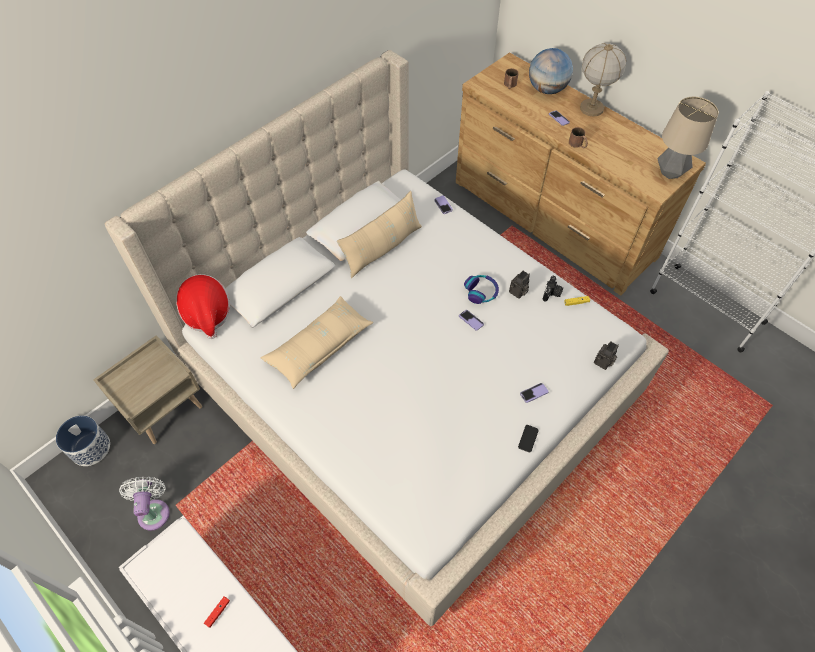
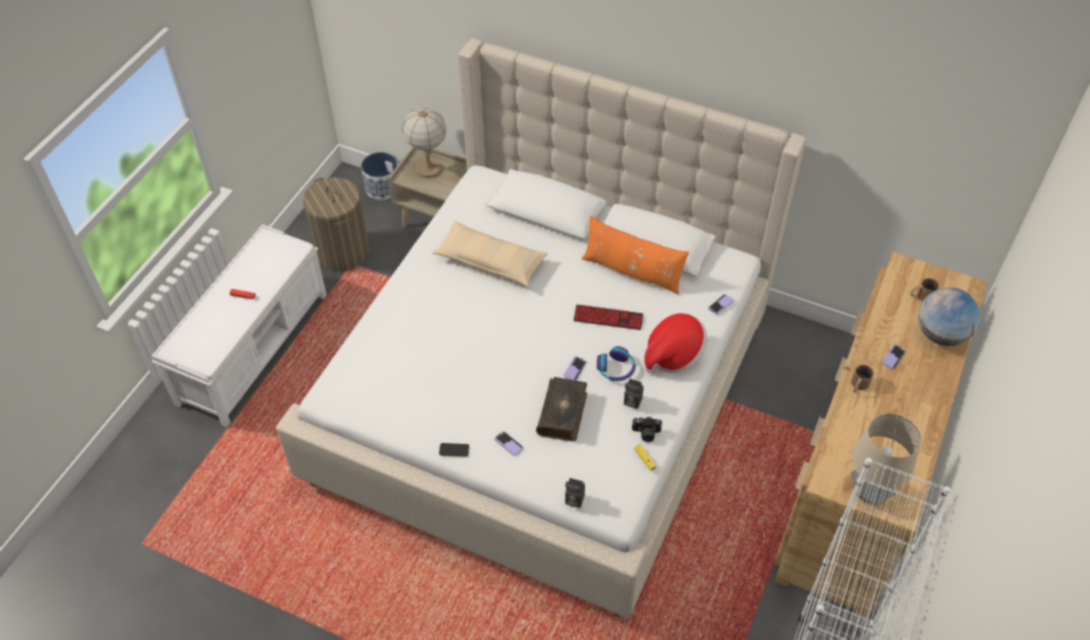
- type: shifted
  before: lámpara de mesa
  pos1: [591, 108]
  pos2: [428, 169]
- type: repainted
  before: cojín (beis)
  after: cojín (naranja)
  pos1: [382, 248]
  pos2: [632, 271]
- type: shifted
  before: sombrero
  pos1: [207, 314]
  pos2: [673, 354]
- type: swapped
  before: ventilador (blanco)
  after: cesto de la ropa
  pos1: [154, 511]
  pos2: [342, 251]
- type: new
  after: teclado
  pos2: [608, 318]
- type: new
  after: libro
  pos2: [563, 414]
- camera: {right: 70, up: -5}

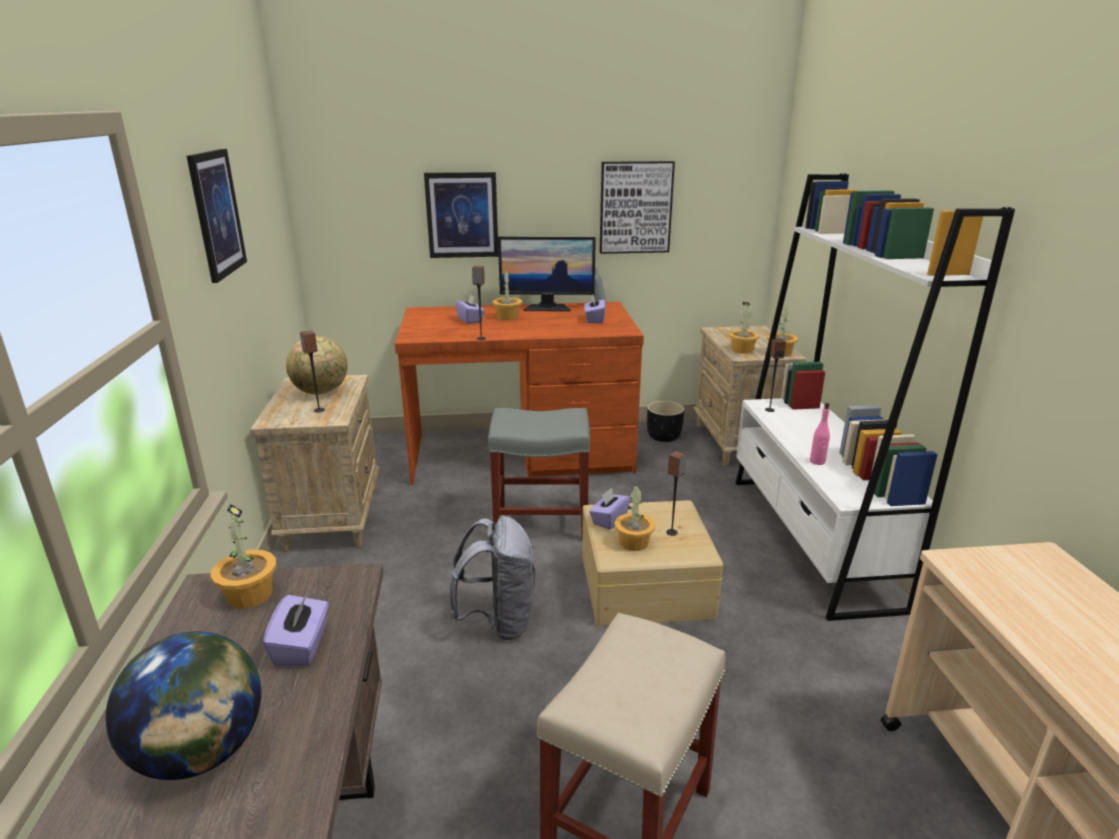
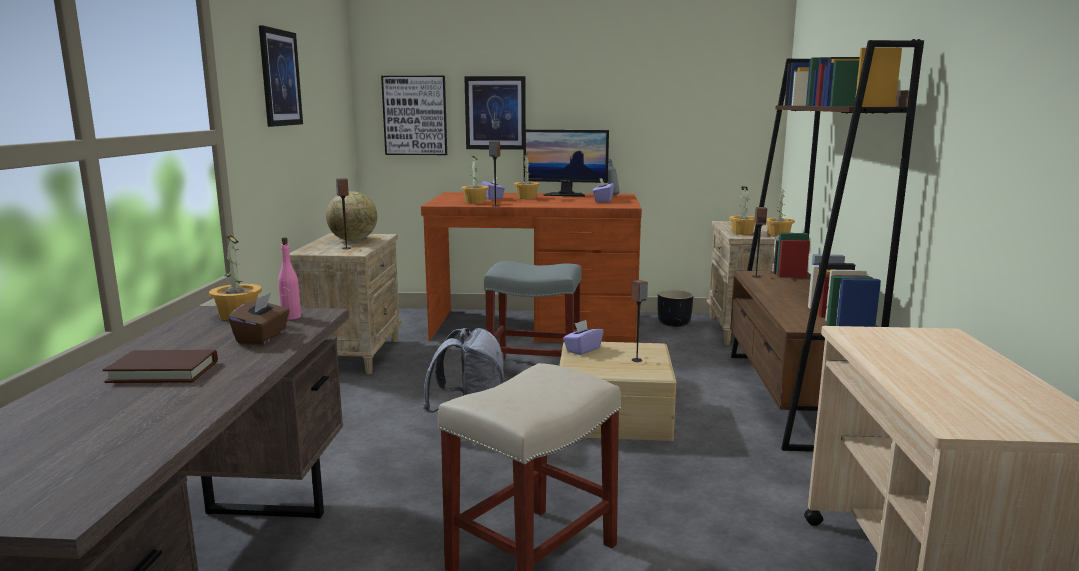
- type: shifted
  before: cuadro
  pos1: [635, 207]
  pos2: [415, 115]
- type: repainted
  before: estantería (blanco)
  after: estantería (marrón)
  pos1: [811, 540]
  pos2: [790, 397]
- type: shifted
  before: botella (rosa)
  pos1: [817, 462]
  pos2: [291, 317]
- type: shifted
  before: planta en maceta
  pos1: [633, 542]
  pos2: [474, 202]
- type: repainted
  before: caja de pañuelos (morado)
  after: caja de pañuelos (marrón)
  pos1: [302, 647]
  pos2: [262, 337]
- type: swapped
  before: globo terráqueo
  after: libro (marrón)
  pos1: [201, 753]
  pos2: [163, 371]
- camera: {right: 10, up: -10}

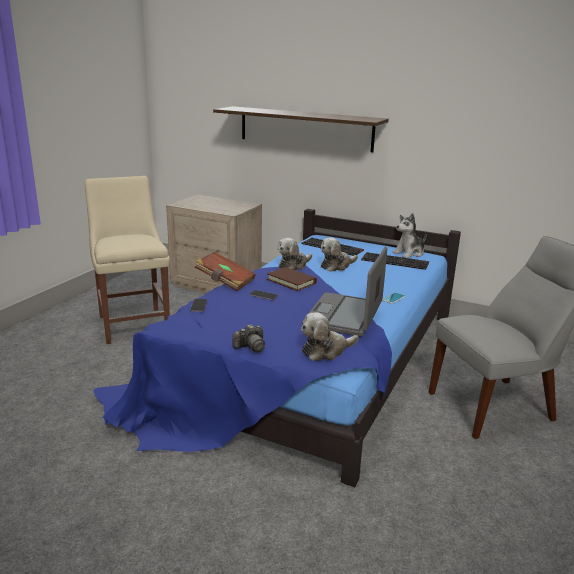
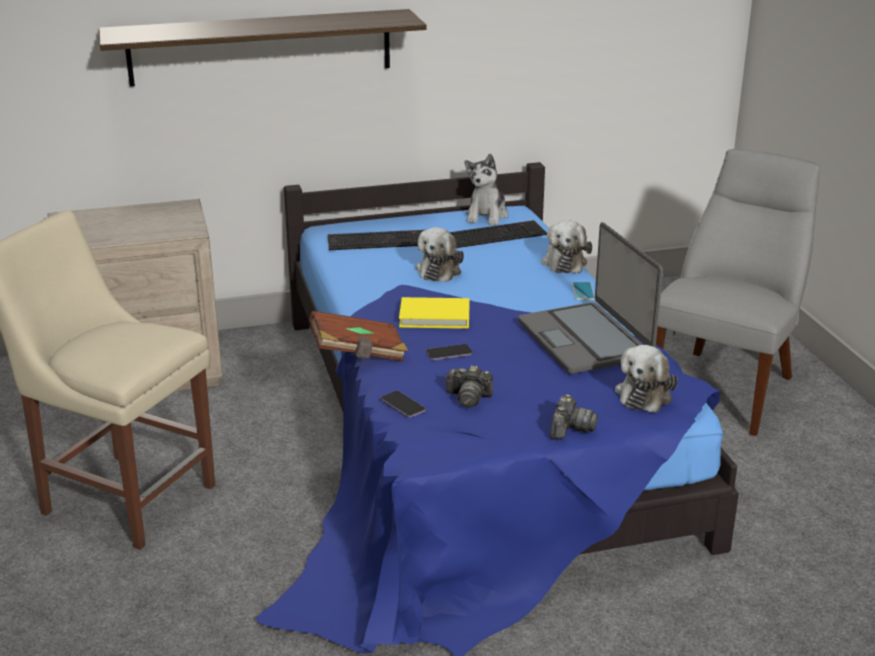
- type: shifted
  before: peluche
  pos1: [293, 266]
  pos2: [564, 262]
- type: repainted
  before: libro (marrón)
  after: libro (amarillo)
  pos1: [291, 281]
  pos2: [434, 317]
- type: new
  after: cámara
  pos2: [469, 398]
- camera: {right: -40, up: 5}

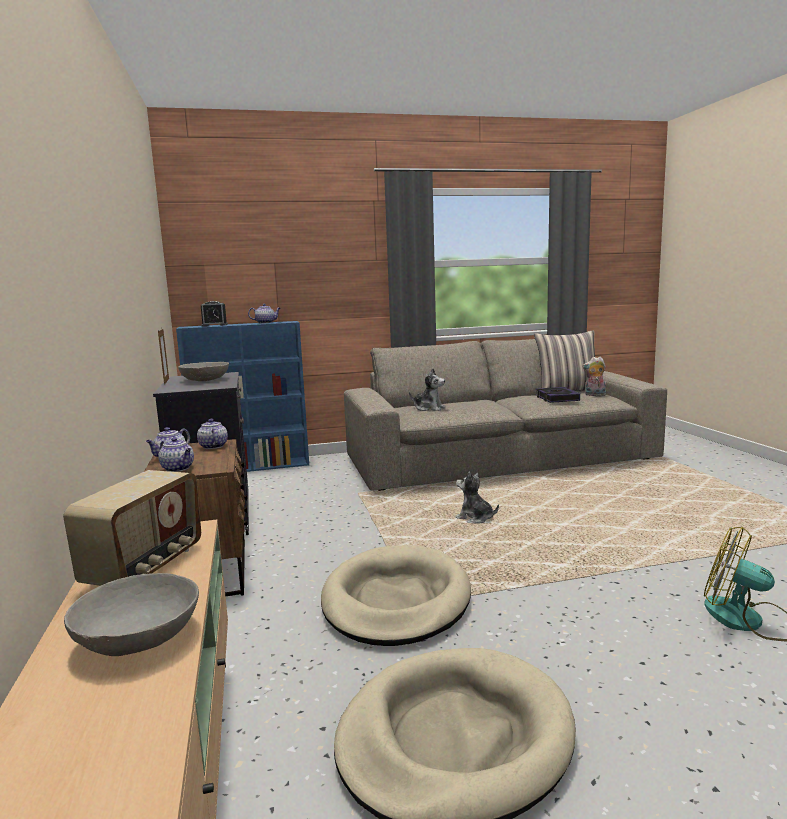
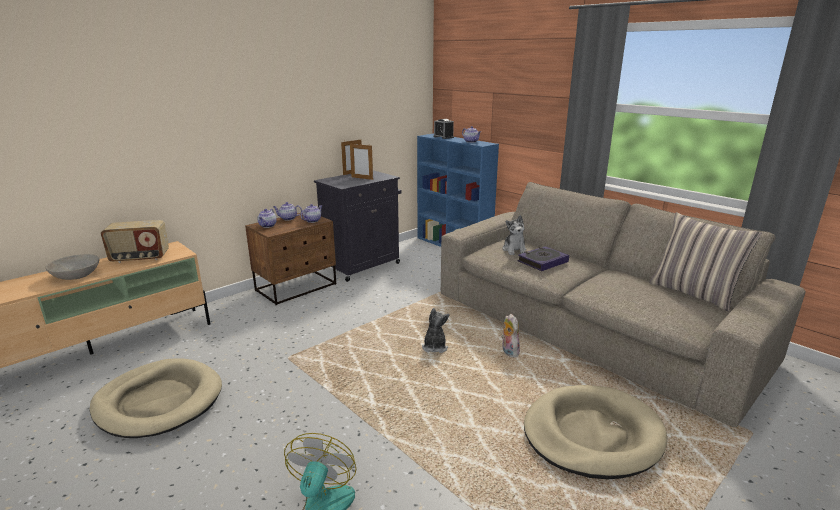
- type: shifted
  before: peluche
  pos1: [594, 395]
  pos2: [508, 352]
- type: swapped
  before: cuenco (gris)
  after: portarretratos
  pos1: [205, 380]
  pos2: [362, 178]
- type: shifted
  before: libro
  pos1: [556, 398]
  pos2: [542, 261]
- type: shifted
  before: cama para perro (beis)
  pos1: [396, 600]
  pos2: [591, 434]
- camera: {right: 60, up: 10}

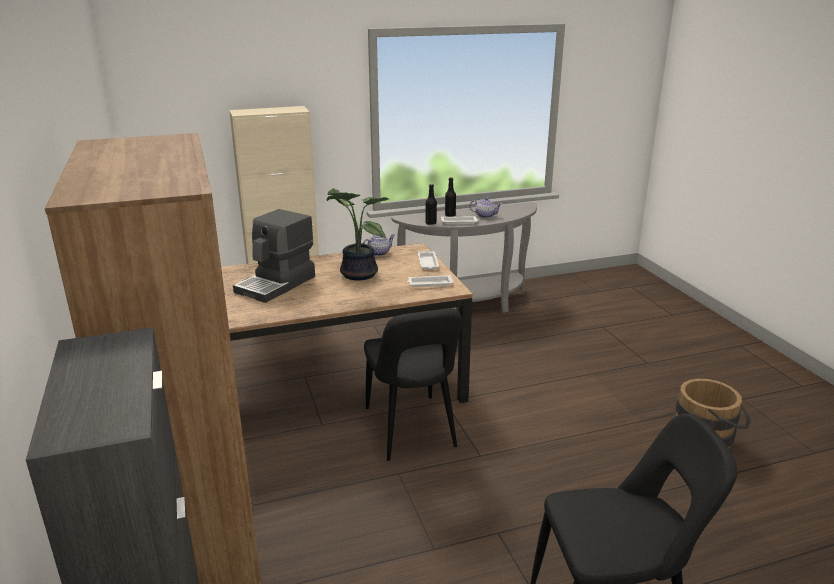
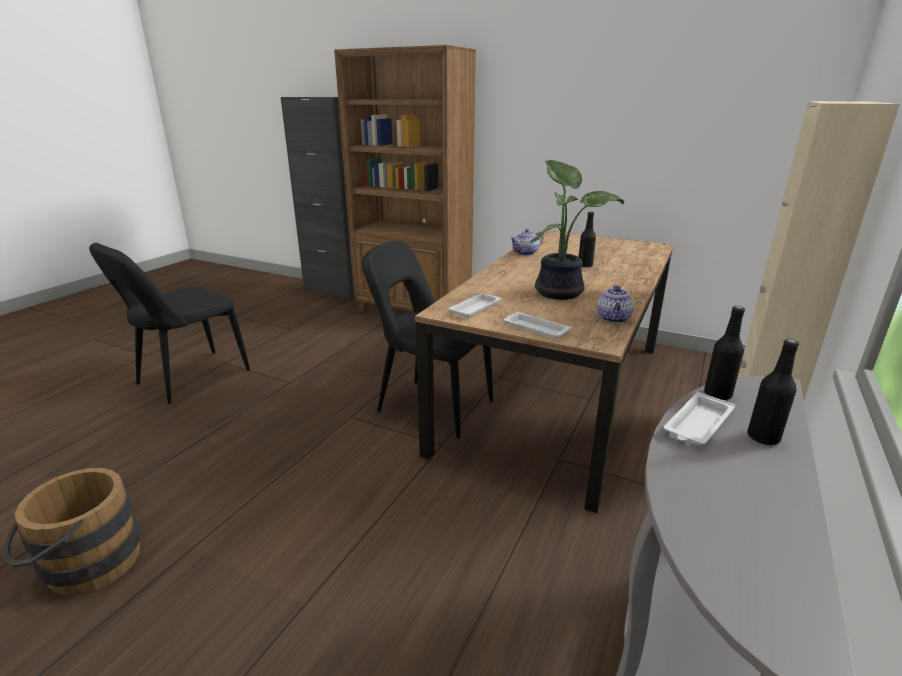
- type: shifted
  before: tetera
  pos1: [485, 216]
  pos2: [526, 253]
- type: swapped
  before: cafetera
  after: botella (negro)
  pos1: [277, 284]
  pos2: [585, 265]
- camera: {right: 135, up: 0}

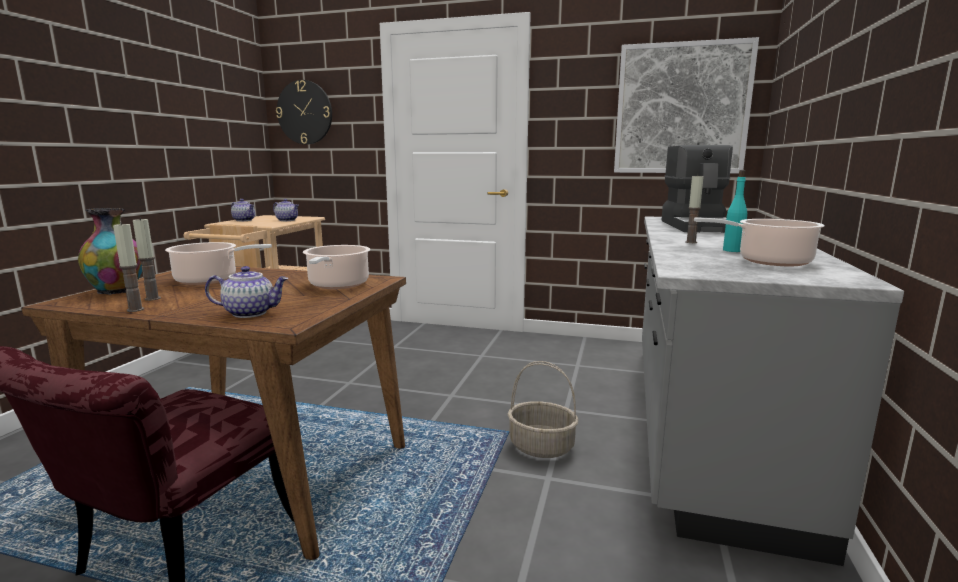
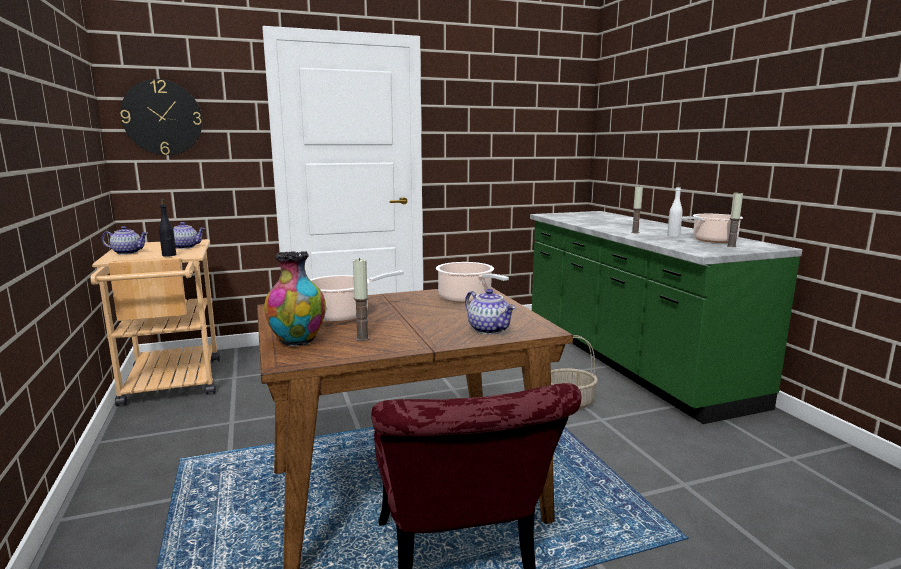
- type: gone
  before: cuadro
  pos1: [681, 109]
- type: gone
  before: cafetera
  pos1: [698, 226]
- type: repainted
  before: botella (turquesa)
  after: botella (blanco)
  pos1: [732, 250]
  pos2: [673, 235]
- type: repainted
  before: mueble bajo de cocina (gris)
  after: mueble bajo de cocina (verde)
  pos1: [703, 422]
  pos2: [628, 360]
- type: shifted
  before: vela
  pos1: [135, 309]
  pos2: [731, 246]
- type: rotated
  before: tetera
  pos1: [251, 313]
  pos2: [490, 329]
  turn: 90
- type: new
  after: botella (negro)
  pos2: [169, 255]
- camera: {right: -35, up: 0}

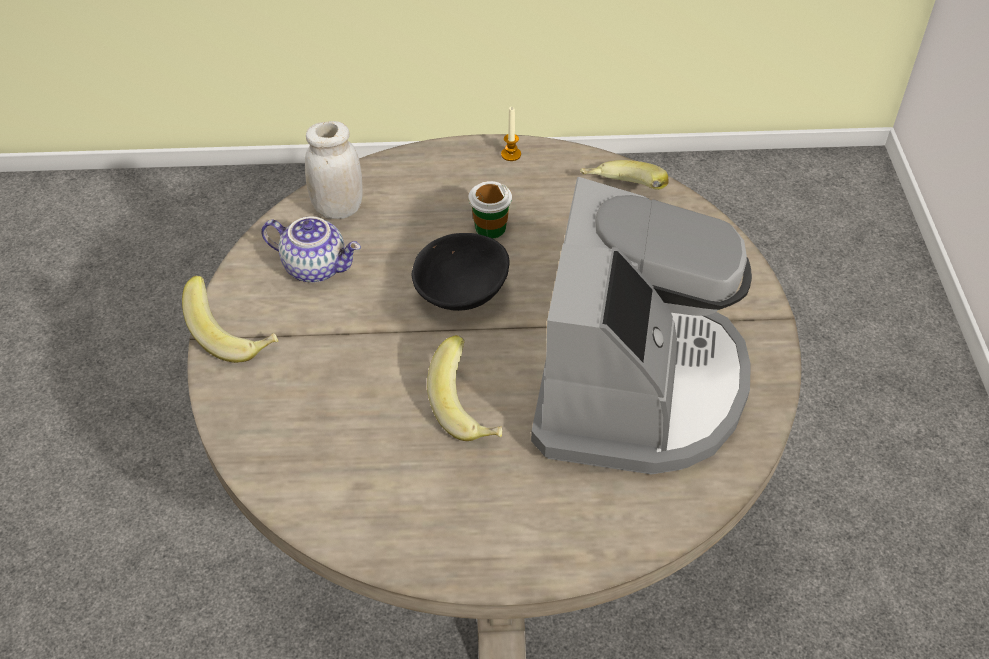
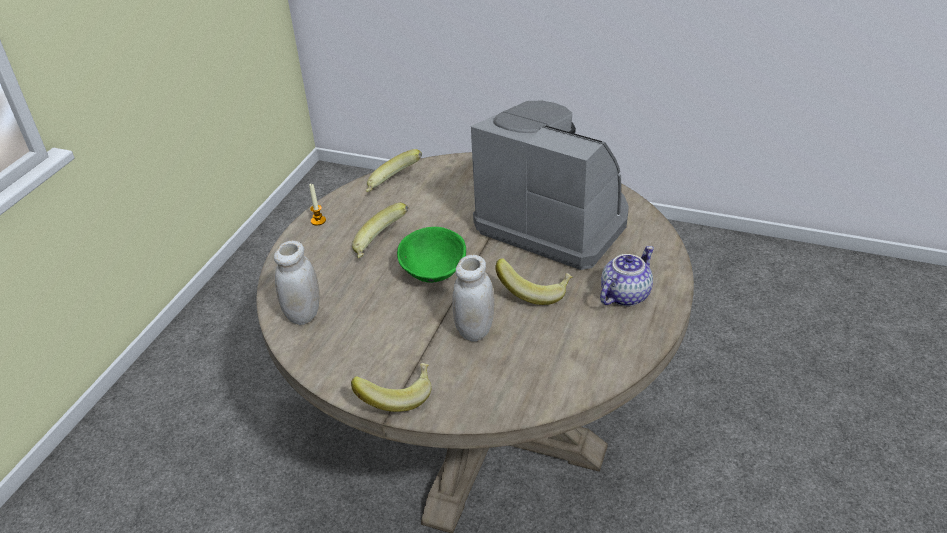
- type: swapped
  before: taza
  after: plátano
  pos1: [490, 228]
  pos2: [381, 246]
- type: shifted
  before: tetera
  pos1: [316, 266]
  pos2: [624, 294]
- type: repainted
  before: cuenco (negro)
  after: cuenco (verde)
  pos1: [462, 294]
  pos2: [433, 272]
- type: new
  after: tarro (blanco)
  pos2: [475, 330]
- camera: {right: -65, up: -10}

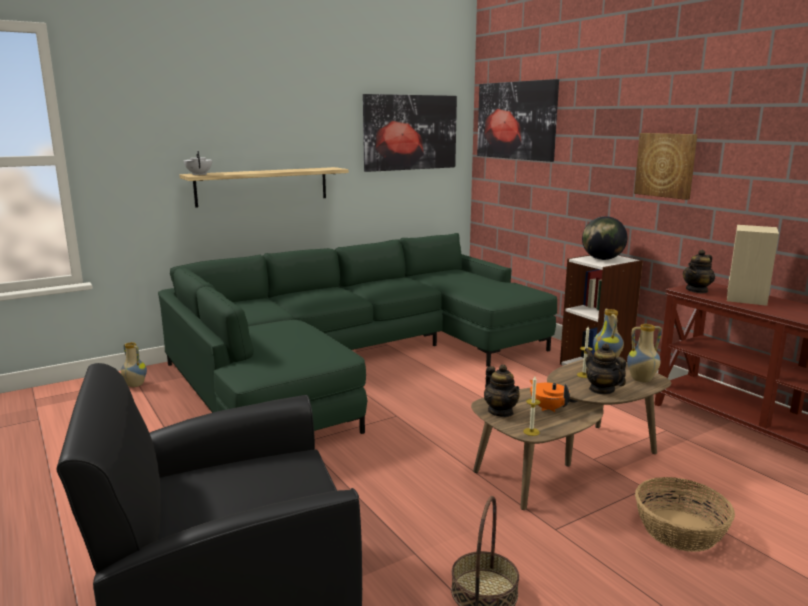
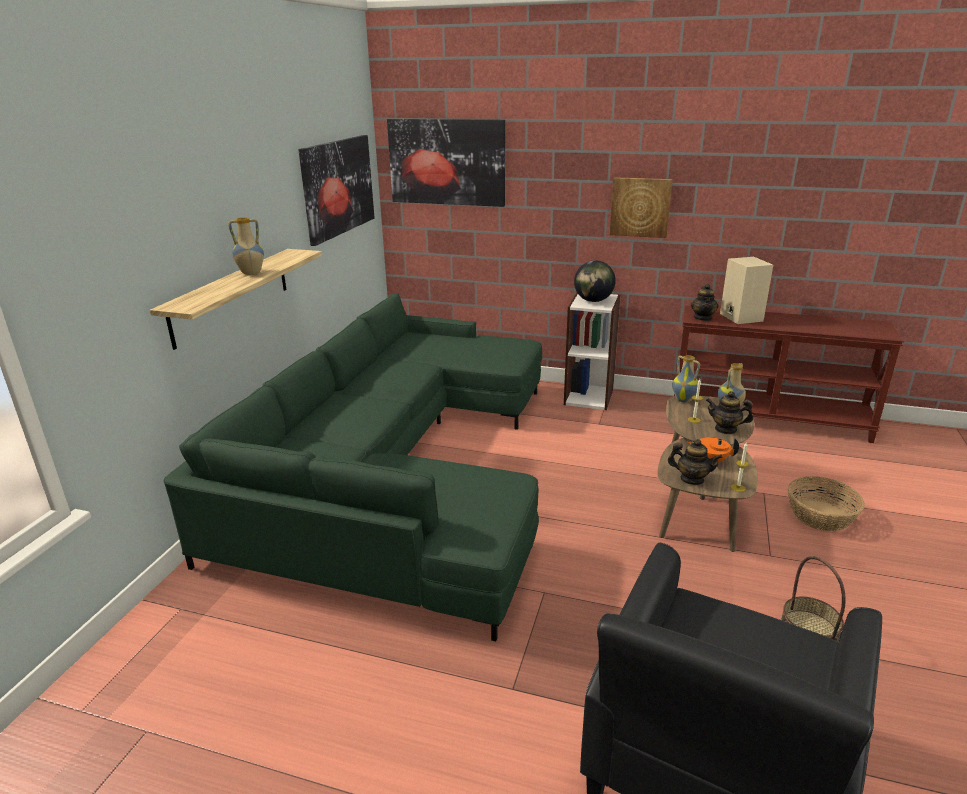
- type: gone
  before: tetera (blanco)
  pos1: [199, 174]
- type: shifted
  before: florero
  pos1: [134, 385]
  pos2: [251, 273]
- camera: {right: -40, up: 10}

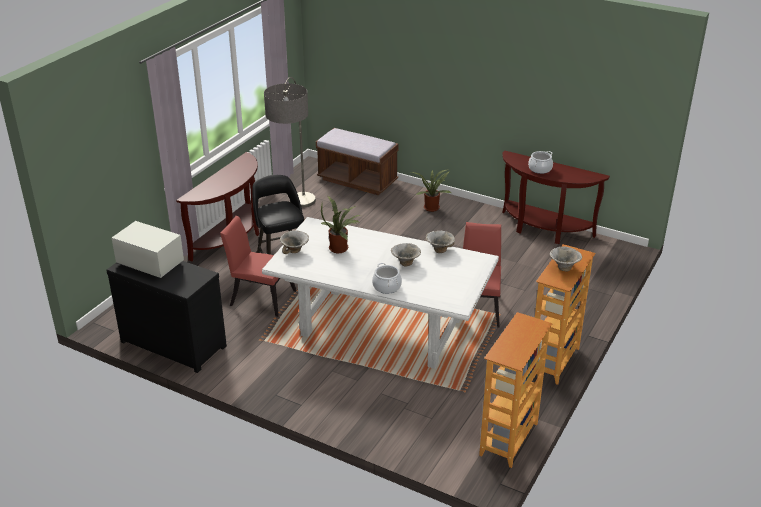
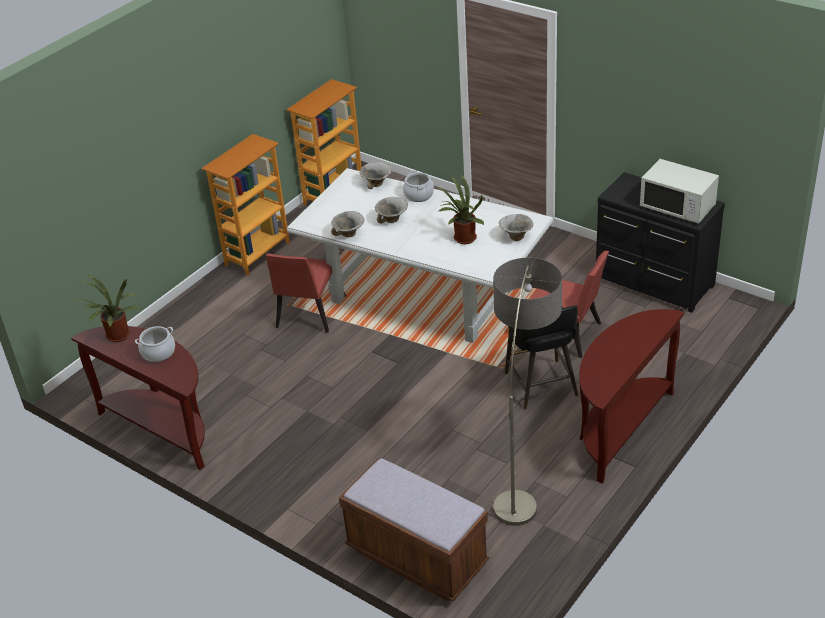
- type: shifted
  before: planta en maceta
  pos1: [431, 207]
  pos2: [116, 337]
- type: shifted
  before: cuenco
  pos1: [563, 268]
  pos2: [377, 184]
- camera: {right: -170, up: 5}

